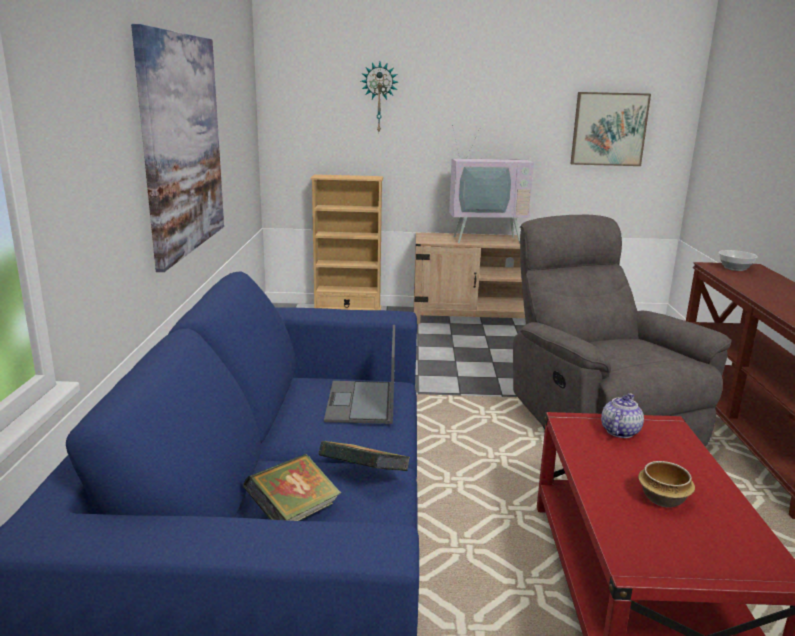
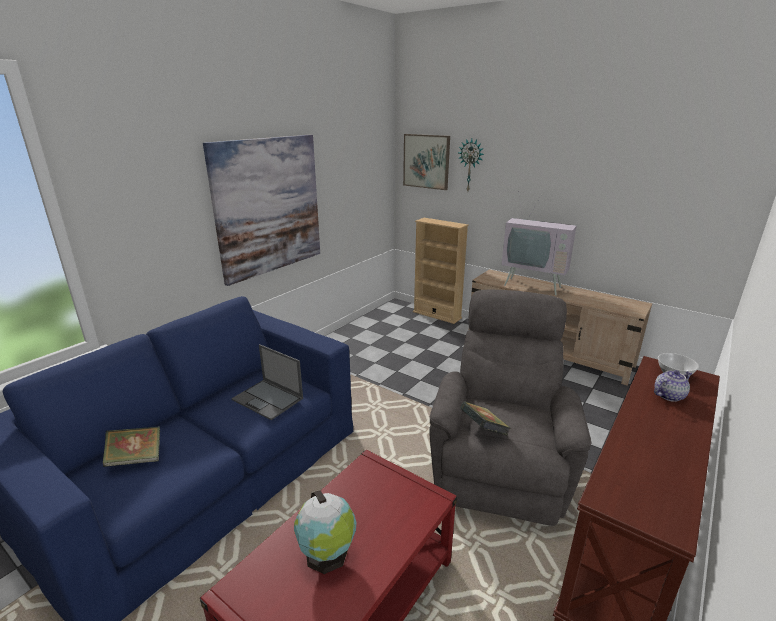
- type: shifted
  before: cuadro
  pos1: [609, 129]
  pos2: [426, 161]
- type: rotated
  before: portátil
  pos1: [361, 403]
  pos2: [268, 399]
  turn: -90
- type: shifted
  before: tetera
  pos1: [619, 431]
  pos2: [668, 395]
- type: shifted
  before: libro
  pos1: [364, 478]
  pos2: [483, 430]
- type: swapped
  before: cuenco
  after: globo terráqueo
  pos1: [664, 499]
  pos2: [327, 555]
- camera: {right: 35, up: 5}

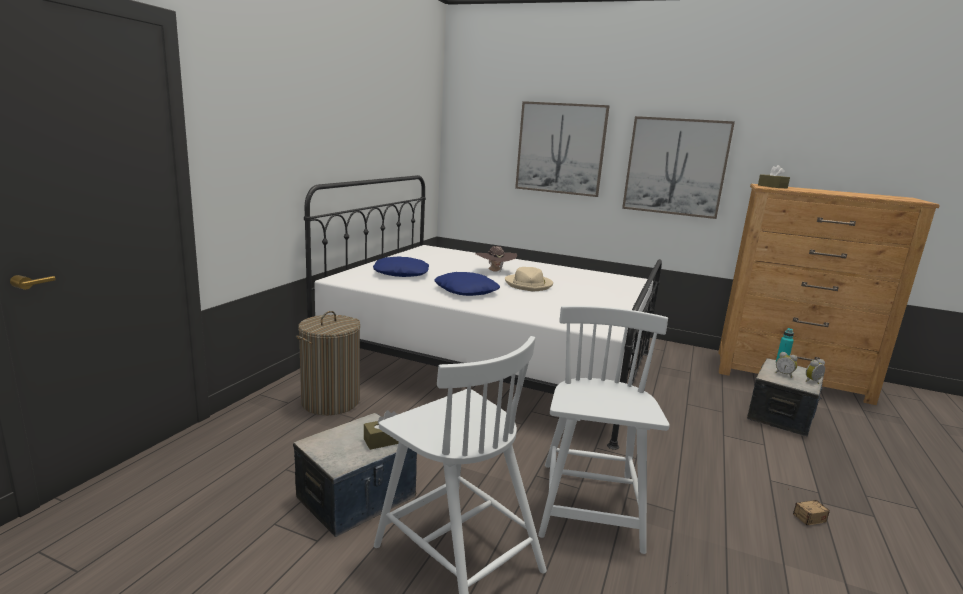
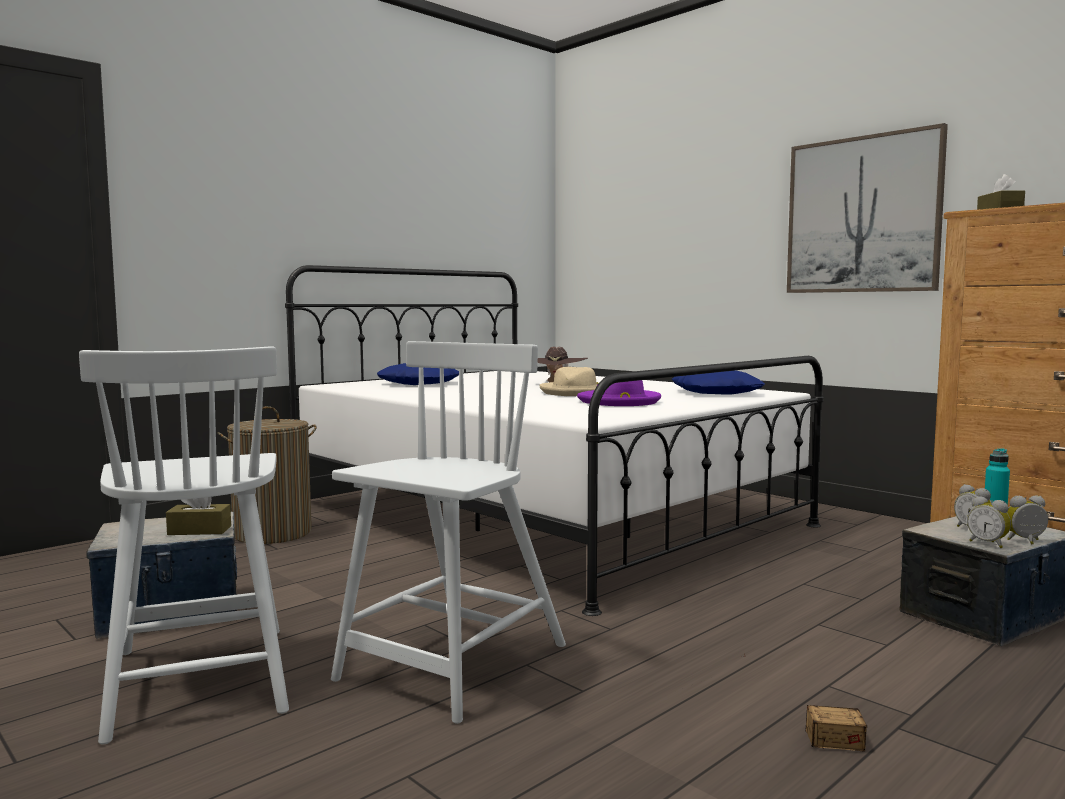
- type: gone
  before: cuadro
  pos1: [560, 148]
- type: shifted
  before: cojín (azul)
  pos1: [466, 291]
  pos2: [717, 392]
- type: new
  after: sombrero (morado)
  pos2: [620, 401]
- type: new
  after: despertador
  pos2: [988, 543]
- camera: {right: 25, up: -10}

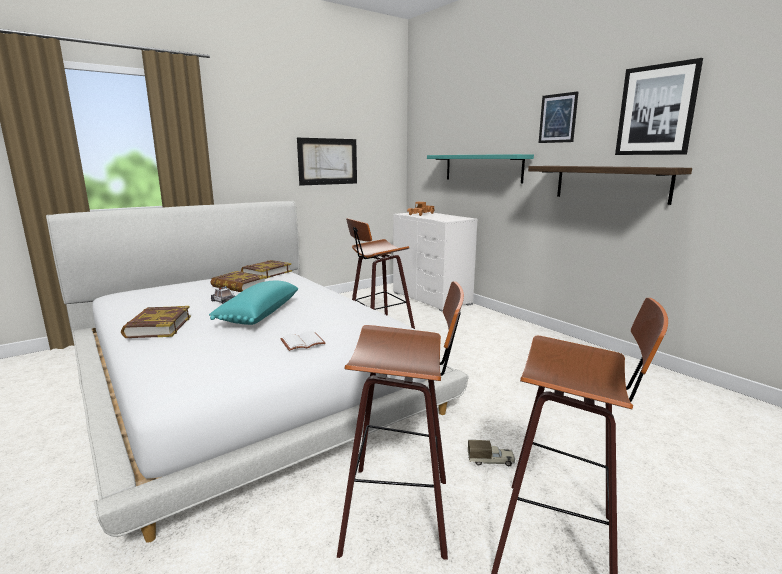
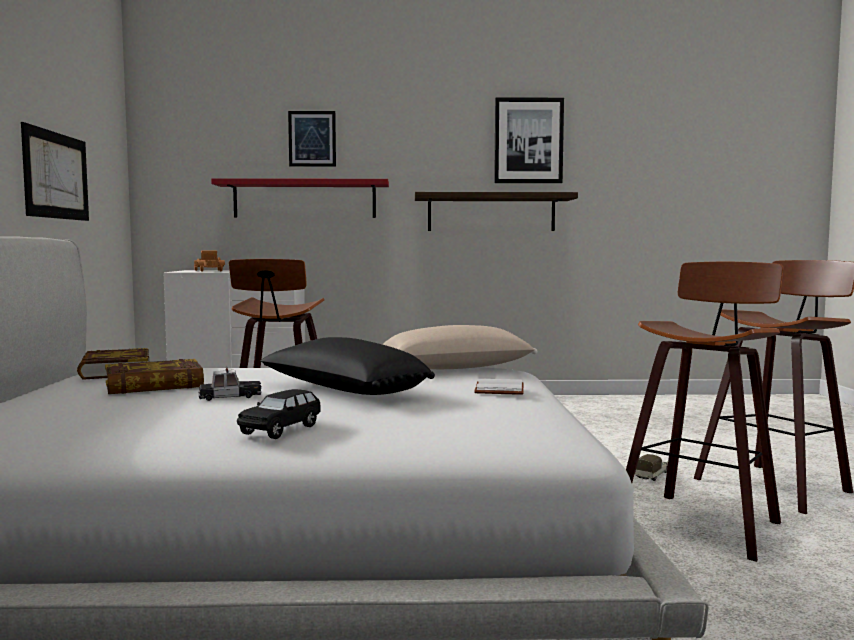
- type: shifted
  before: cuadro
  pos1: [557, 118]
  pos2: [312, 138]
- type: repainted
  before: estante (turquesa)
  after: estante (rojo)
  pos1: [482, 168]
  pos2: [304, 199]
- type: repainted
  before: cojín (turquesa)
  after: cojín (negro)
  pos1: [257, 314]
  pos2: [342, 391]
- type: swapped
  before: libro
  after: coche de juguete (negro)
  pos1: [158, 327]
  pos2: [281, 429]
- type: new
  after: cojín (beis)
  pos2: [456, 369]
- camera: {right: -55, up: -10}

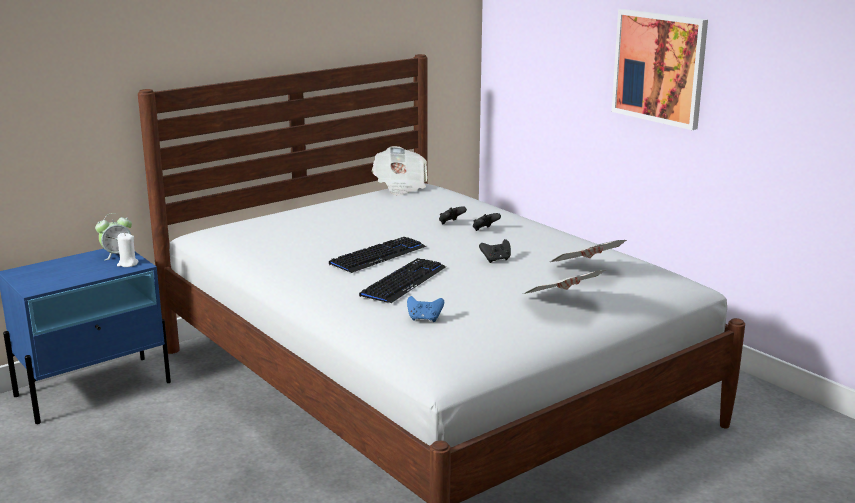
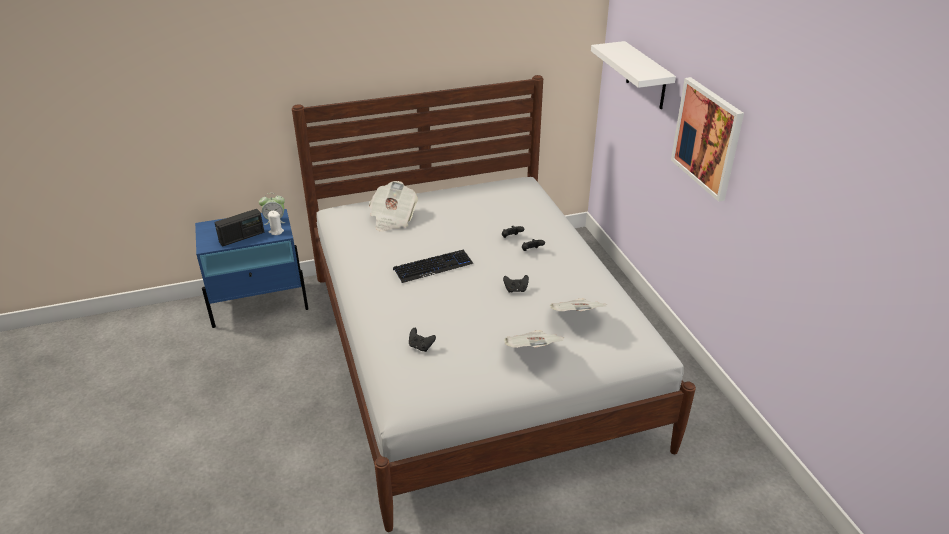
- type: shifted
  before: periódico
  pos1: [400, 186]
  pos2: [392, 218]
- type: gone
  before: teclado
  pos1: [404, 282]
- type: repainted
  before: mando de consola (azul)
  after: mando de consola (negro)
  pos1: [424, 319]
  pos2: [421, 346]
- type: new
  after: estante (blanco)
  pos2: [646, 76]
- type: new
  after: radio
  pos2: [242, 237]
- camera: {right: 20, up: 15}

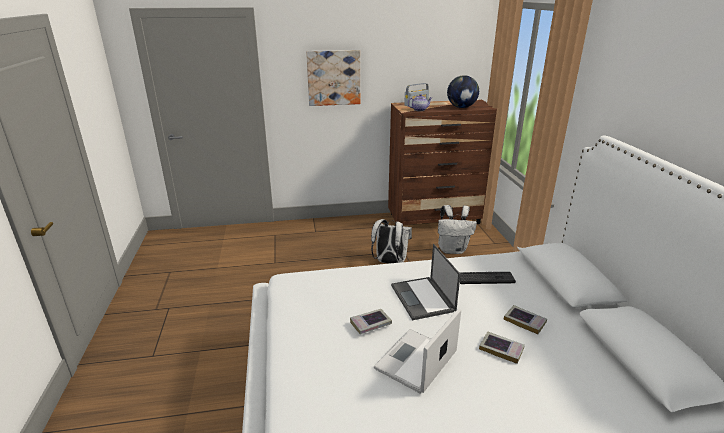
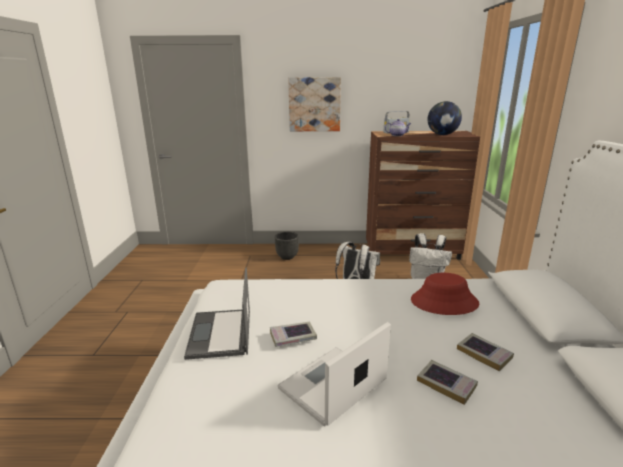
- type: shifted
  before: portátil
  pos1: [423, 298]
  pos2: [220, 334]
- type: swapped
  before: teclado
  after: sombrero (rojo)
  pos1: [485, 278]
  pos2: [444, 302]
- type: new
  after: maceta (negro)
  pos2: [287, 257]
- camera: {right: 10, up: -5}

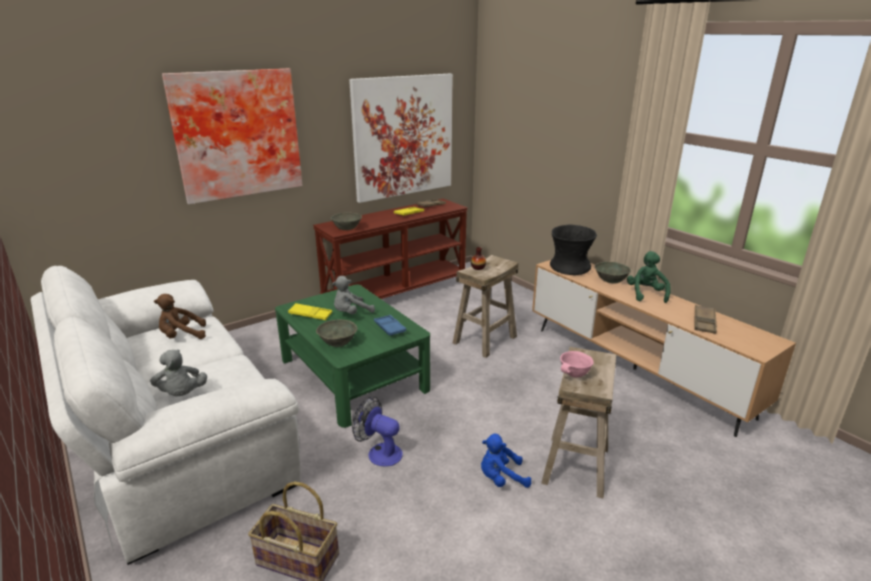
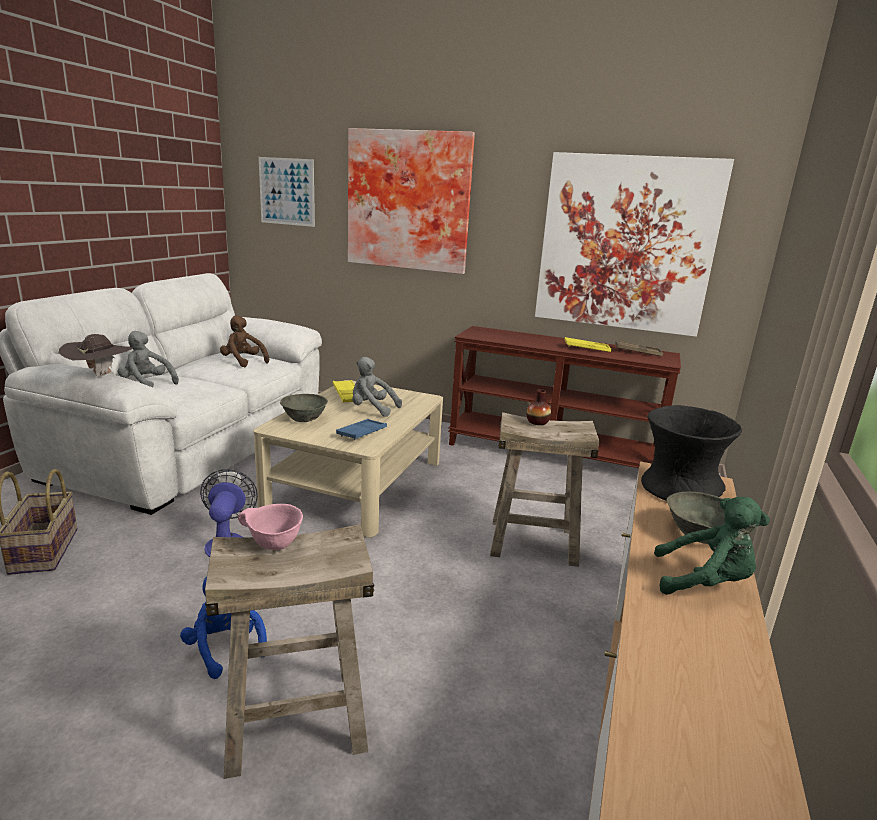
- type: gone
  before: cuenco (gris)
  pos1: [347, 228]
- type: rotated
  before: peluche (verde)
  pos1: [646, 294]
  pos2: [705, 582]
  turn: 45
- type: repainted
  before: mesa de centro (verde)
  after: mesa de centro (beis)
  pos1: [352, 374]
  pos2: [356, 482]
- type: gone
  before: bandeja (marrón)
  pos1: [704, 322]
- type: rotated
  before: peluche (gris)
  pos1: [182, 394]
  pos2: [146, 384]
  turn: 90
- type: new
  after: cuadro
  pos2: [286, 191]
- type: new
  after: sombrero (marrón)
  pos2: [100, 375]
- camera: {right: 55, up: -5}

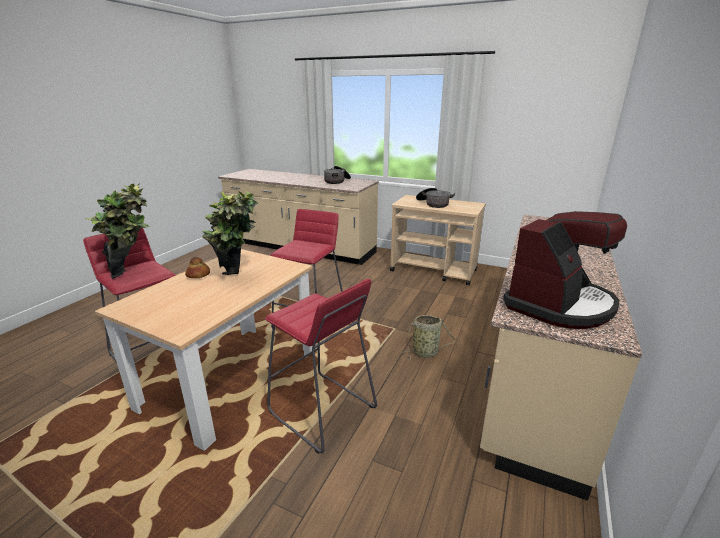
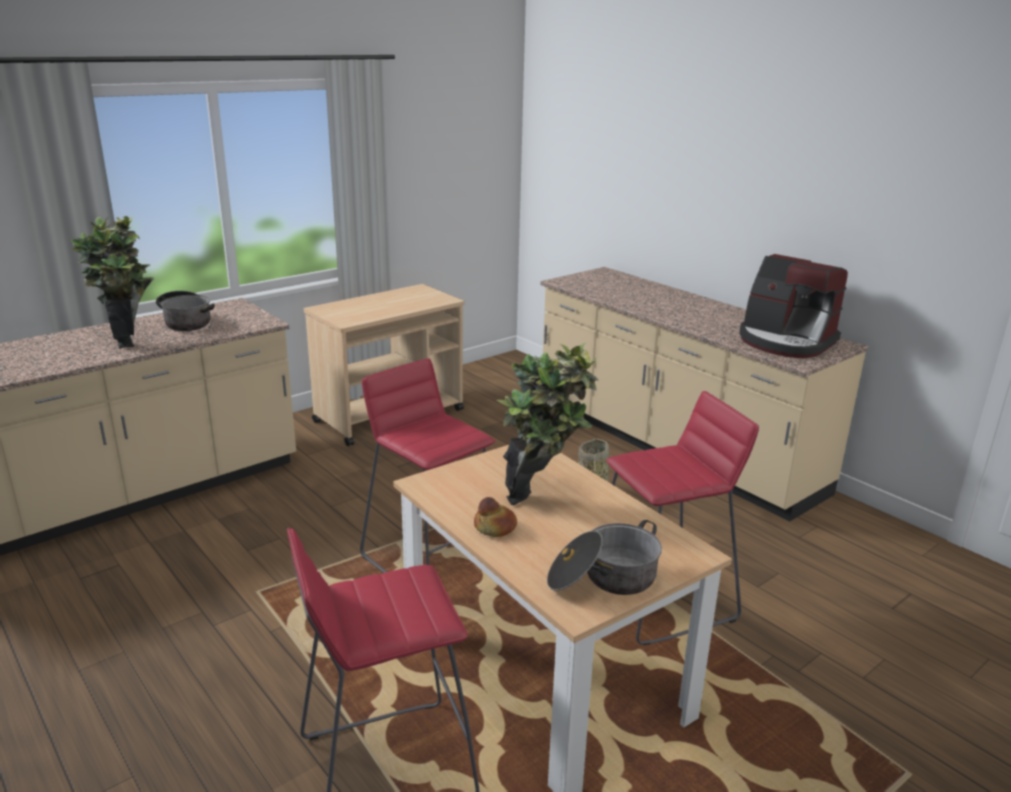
- type: shifted
  before: planta en maceta
  pos1: [133, 272]
  pos2: [128, 339]
- type: shifted
  before: olla
  pos1: [433, 204]
  pos2: [603, 578]
- type: rotated
  before: cafetera
  pos1: [559, 304]
  pos2: [785, 342]
  turn: 150
- camera: {right: -65, up: 0}

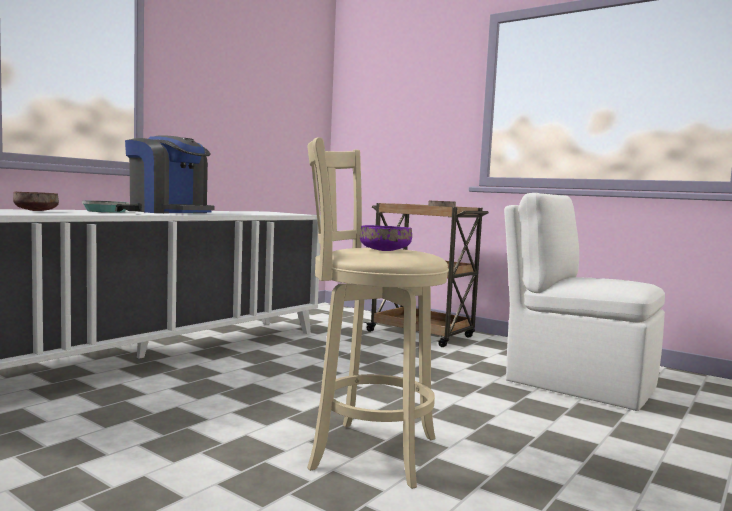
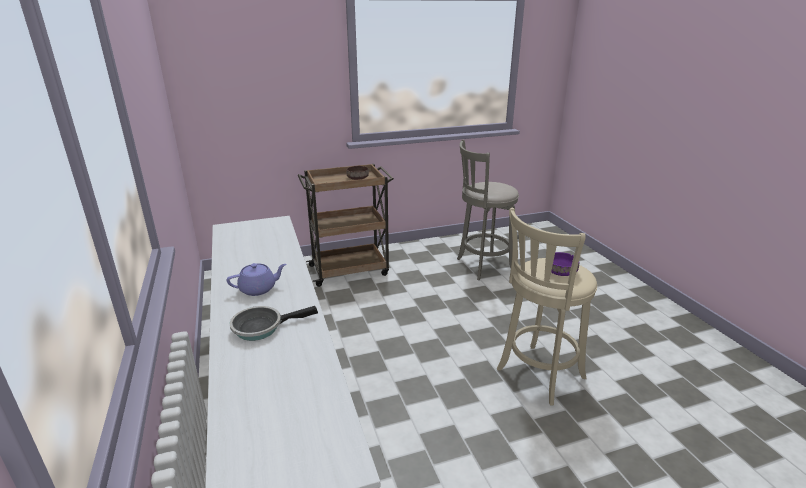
- type: swapped
  before: cafetera
  after: tetera (morado)
  pos1: [170, 212]
  pos2: [258, 289]
- type: gone
  before: cuenco (marrón)
  pos1: [37, 211]
- type: swapped
  before: silla (blanco)
  after: taburete (gris)
  pos1: [576, 383]
  pos2: [482, 266]
- camera: {right: -55, up: 20}

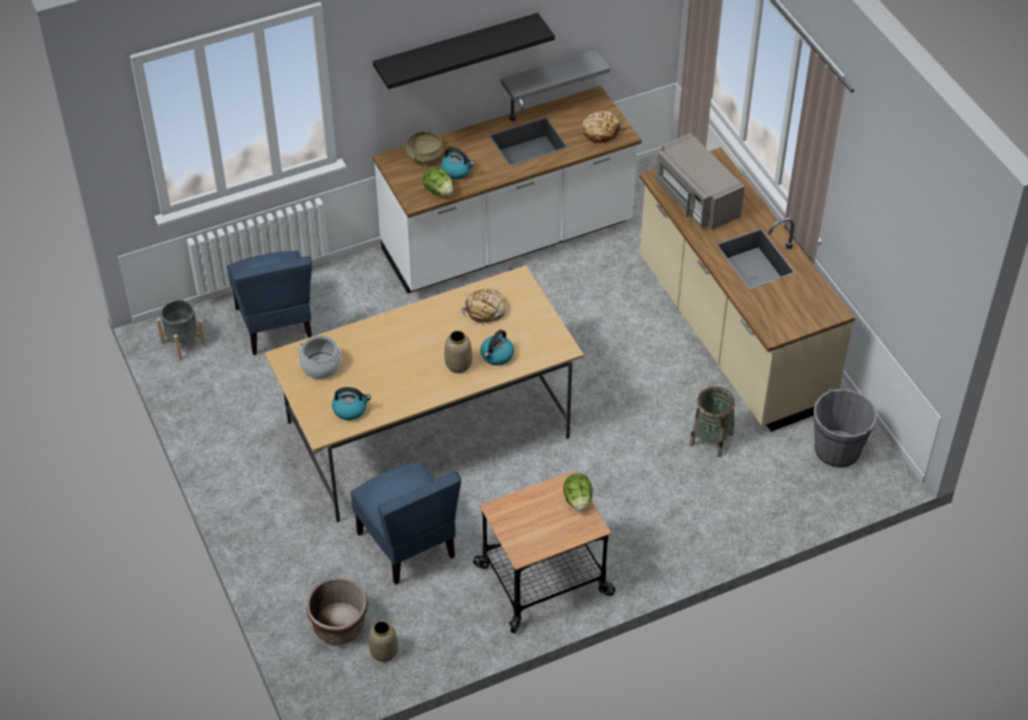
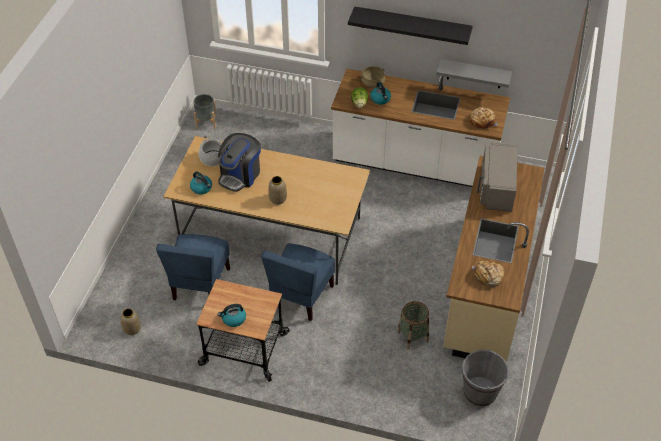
- type: shifted
  before: silla (azul)
  pos1: [276, 325]
  pos2: [301, 296]
- type: shifted
  before: pan
  pos1: [485, 311]
  pos2: [488, 276]
- type: shifted
  before: hervidor
  pos1: [497, 356]
  pos2: [233, 319]
- type: gone
  before: lechuga
  pos1: [578, 500]
- type: gone
  before: maceta (marrón)
  pos1: [339, 626]
- type: new
  after: cafetera
  pos2: [240, 175]
- camera: {right: 40, up: 0}

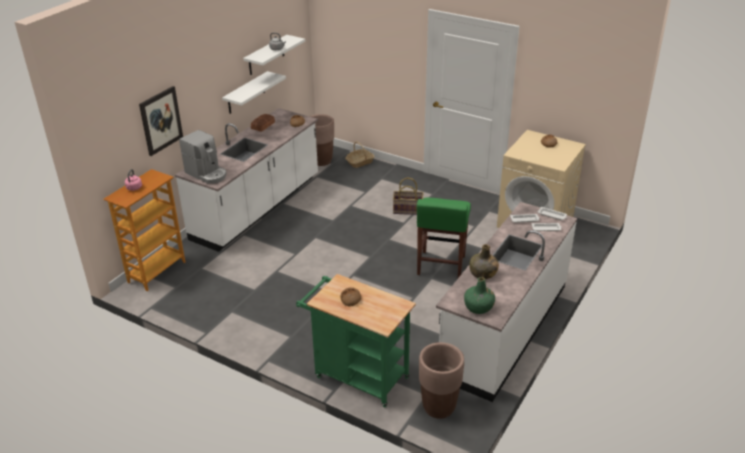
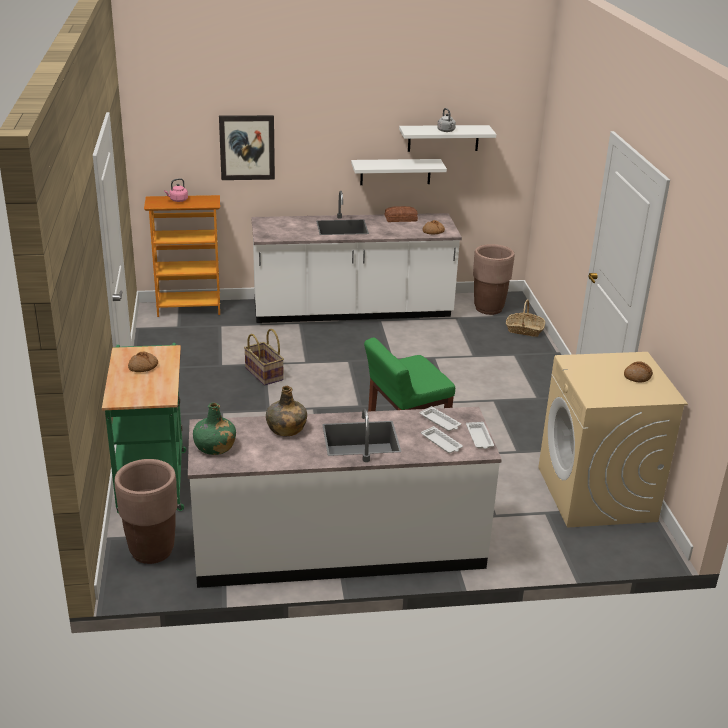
- type: gone
  before: cafetera
  pos1: [207, 174]
- type: shifted
  before: cesta
  pos1: [408, 210]
  pos2: [265, 374]
- camera: {right: 50, up: -5}

